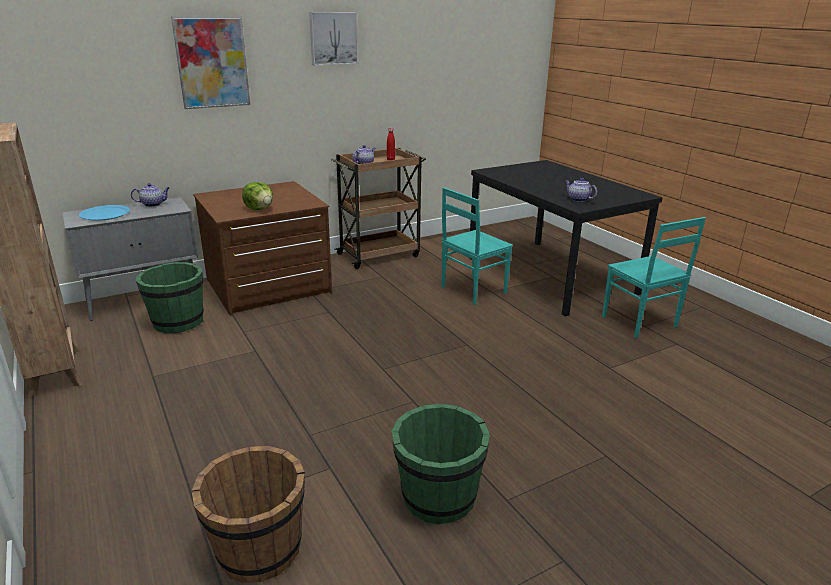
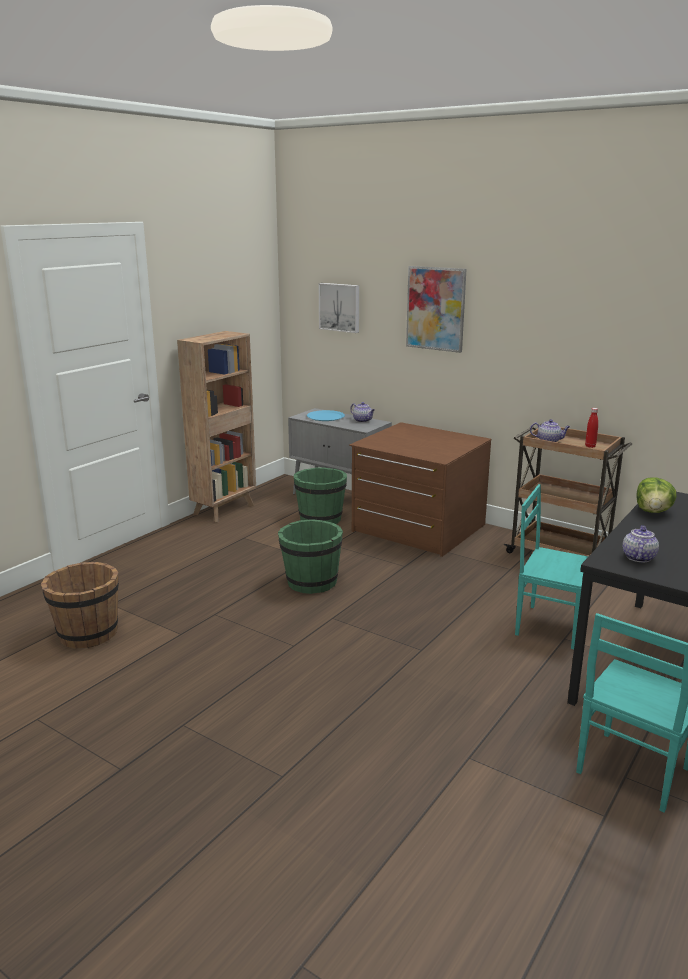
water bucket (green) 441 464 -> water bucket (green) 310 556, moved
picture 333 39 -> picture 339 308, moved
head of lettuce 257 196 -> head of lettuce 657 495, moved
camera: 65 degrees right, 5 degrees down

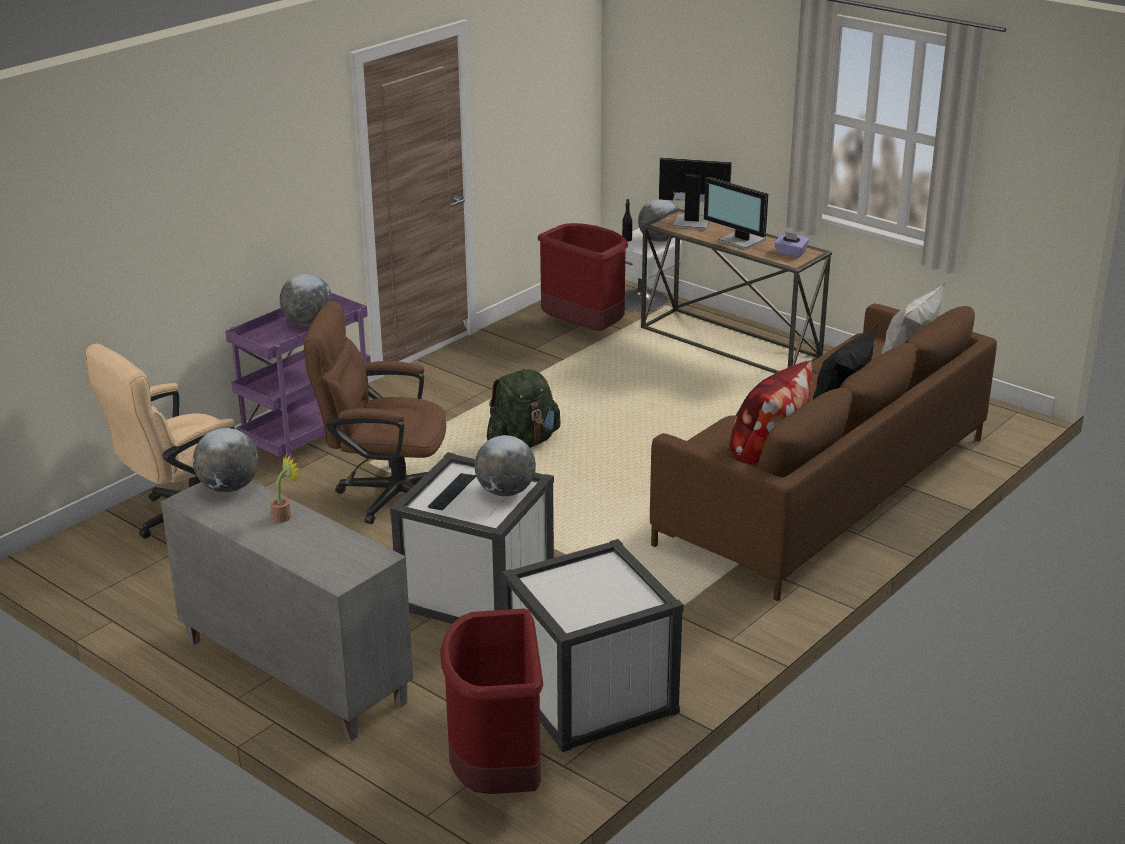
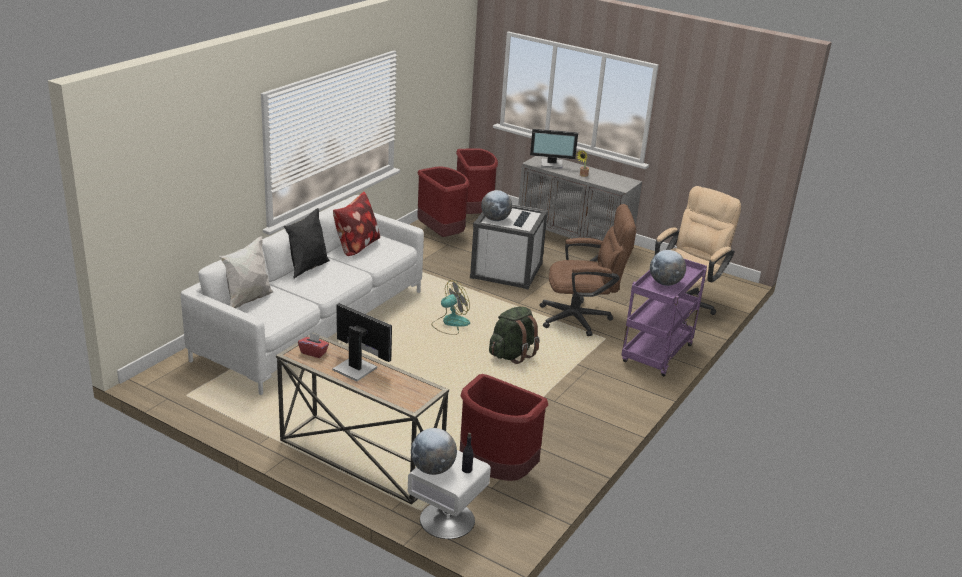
settee (brown) 823 452 -> settee (white) 302 295
tissue box (purplish) 791 245 -> tissue box (reddish) 313 345
storage box (white) 593 645 -> waste bin (reddish) 443 202
none -> cooling fan 451 307
computer screen 695 194 -> computer screen 554 149, moved
desk globe 226 460 -> none
camera: 170 degrees right, 0 degrees up

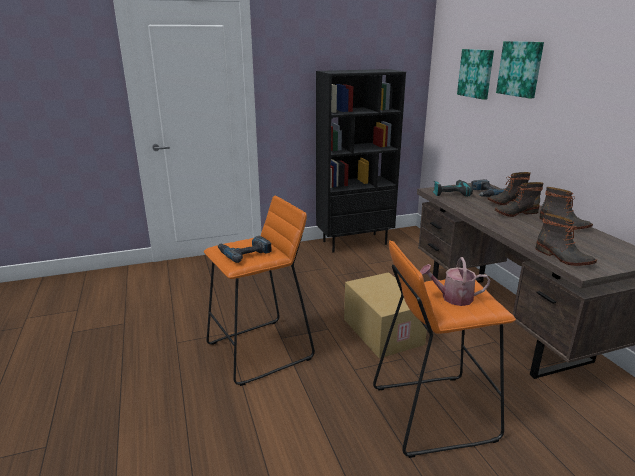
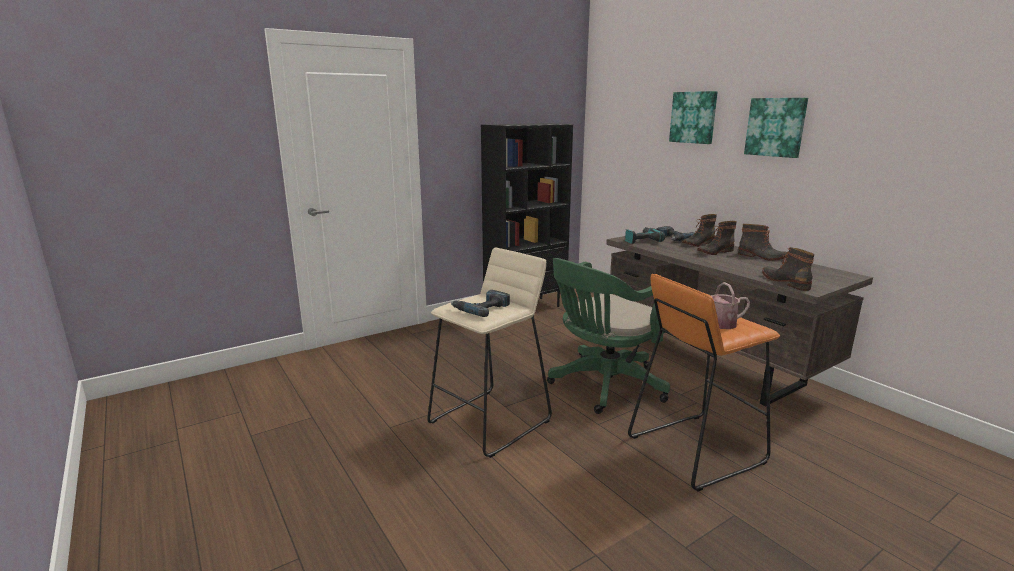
sitting stool (orange-coloured) 259 290 -> sitting stool (beige-coloured) 489 353
cardboard box 385 315 -> desk chair (green) 608 336
picture 475 74 -> picture 776 128, moved
high-top boot 566 239 -> high-top boot 788 269, 150 degrees counterclockwise
camera: 15 degrees left, 5 degrees down

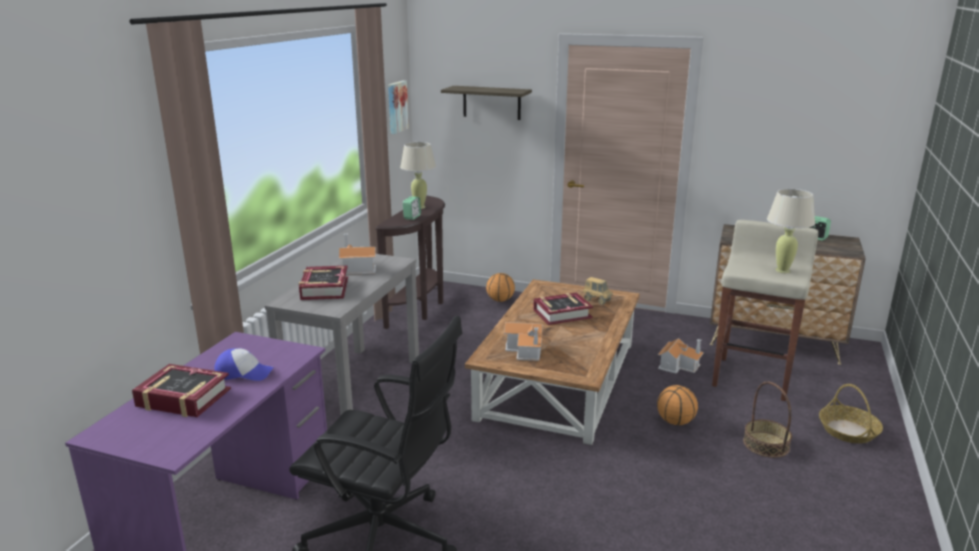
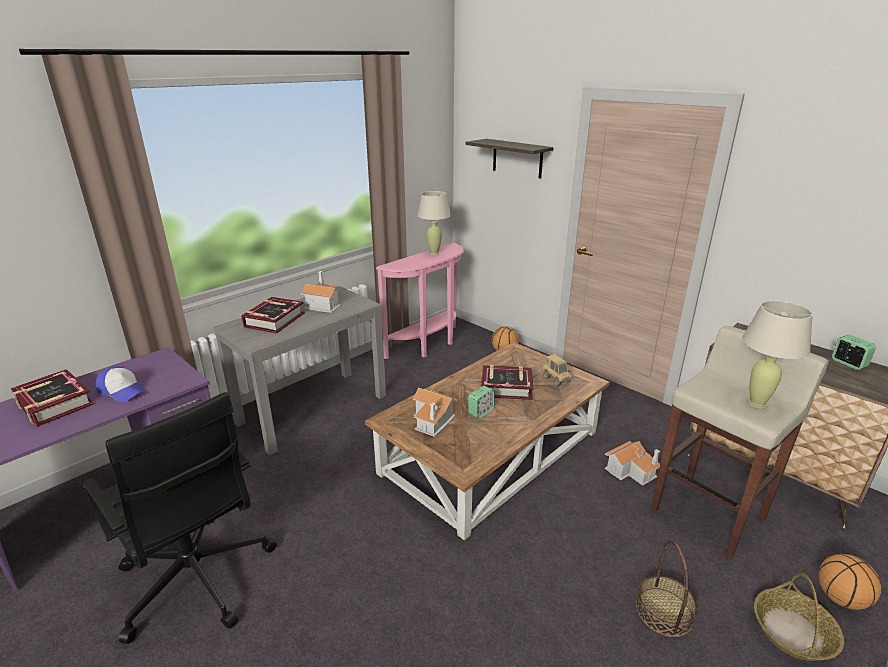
narrow table (brown) 410 262 -> narrow table (pink) 420 301
alarm clock 412 208 -> alarm clock 481 402, moved
basketball ball 677 405 -> basketball ball 849 582, moved
picture 398 107 -> none
camera: 25 degrees right, 5 degrees up

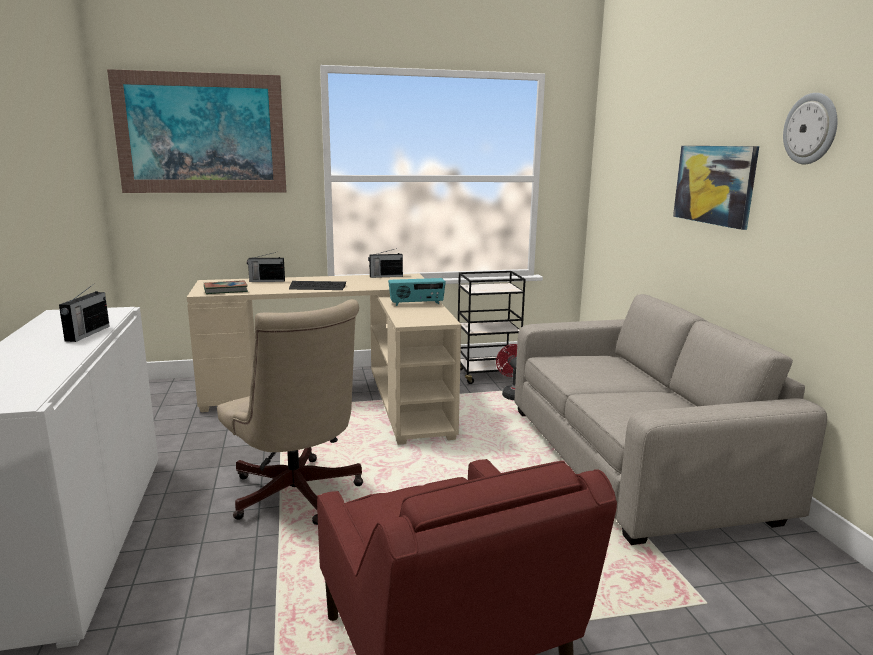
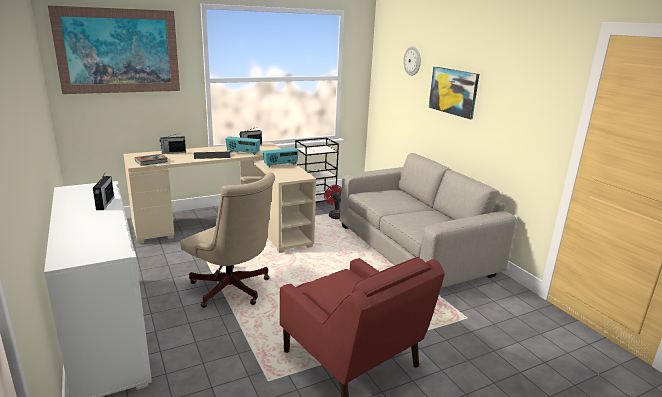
none -> radio set 242 145
hanging clock 810 128 -> hanging clock 412 61, moved
camera: 15 degrees left, 5 degrees up

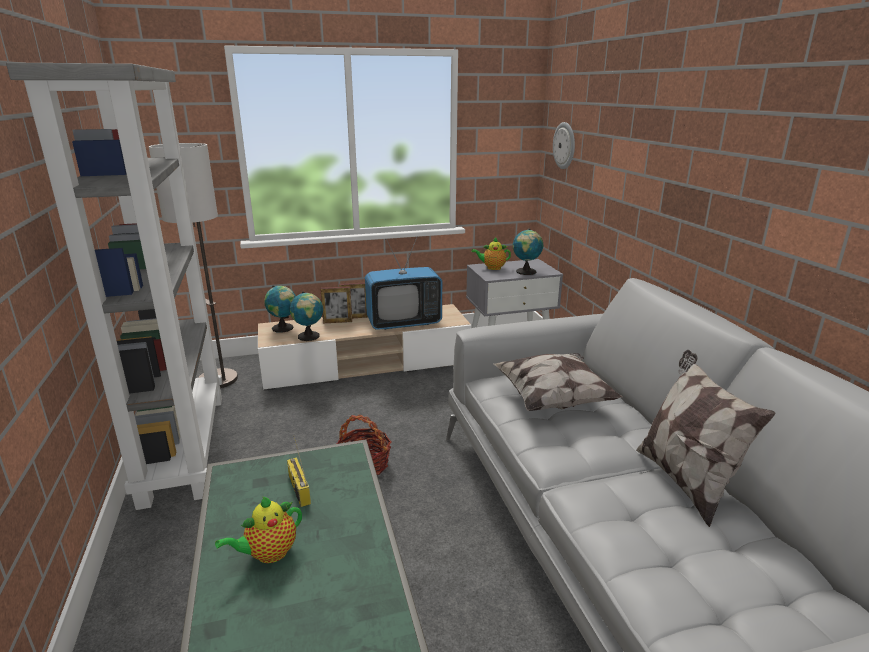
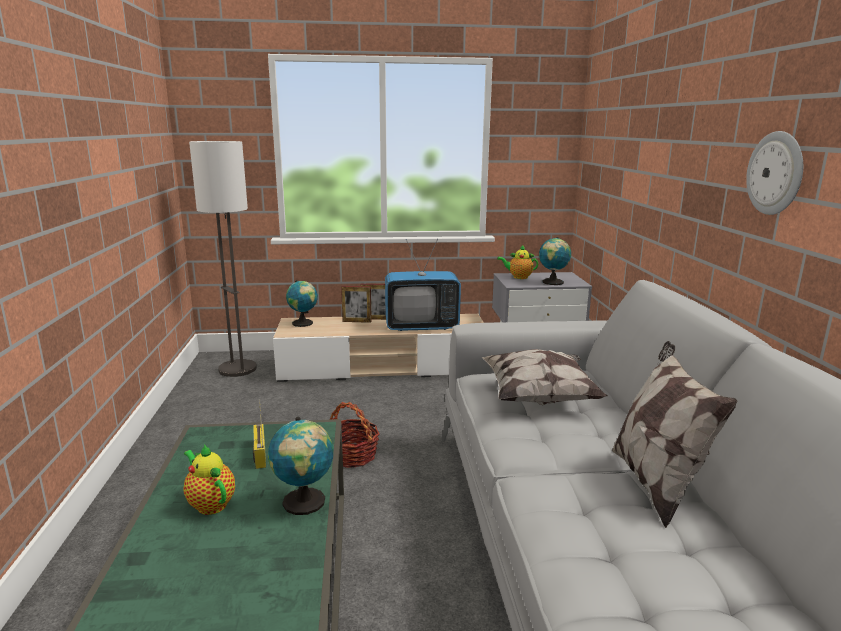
tea pot 258 530 -> tea pot 209 479, 75 degrees clockwise
desk globe 306 316 -> desk globe 300 466, moved
hanging clock 564 145 -> hanging clock 774 173, moved
bookcase (grey) 114 286 -> none
camera: 10 degrees right, 5 degrees down

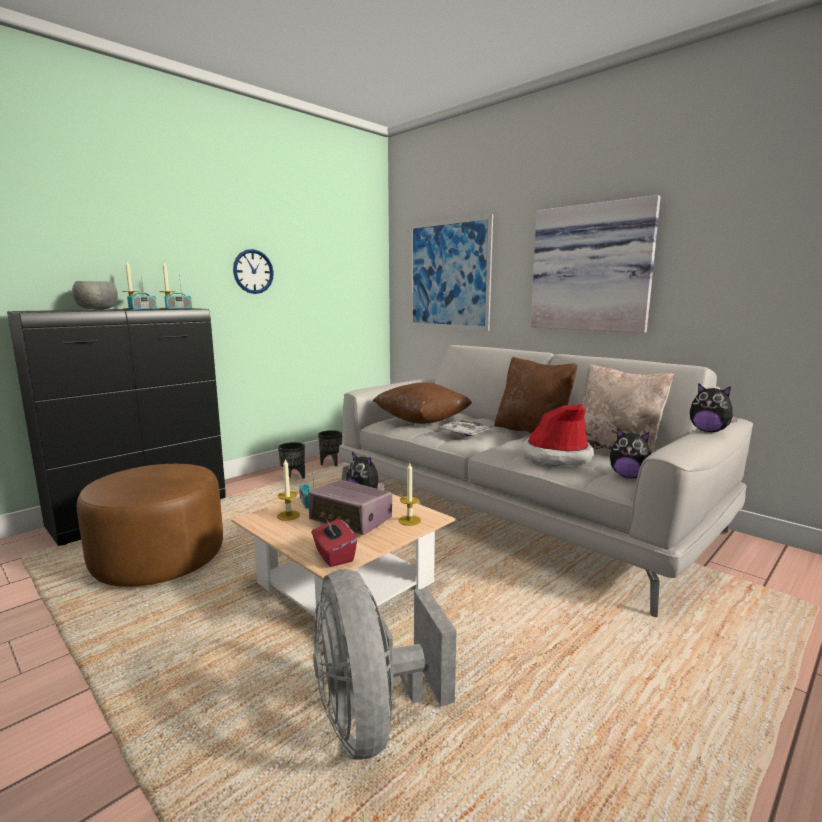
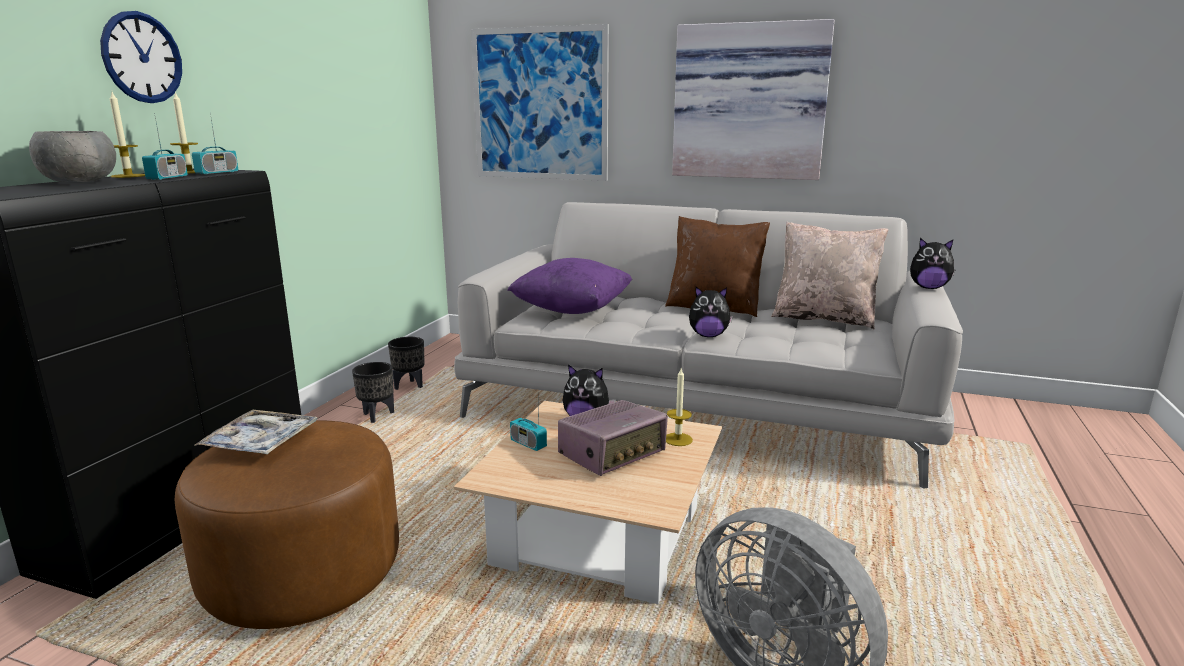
hanging clock 253 271 -> hanging clock 141 57, moved
tray 466 427 -> tray 255 431, moved
cushion (brown) 422 403 -> cushion (purplish) 569 286
radio set 350 507 -> radio set 613 438, 45 degrees counterclockwise
cuddly toy 630 453 -> cuddly toy 711 312, moved
wax light 288 490 -> none
tissue box (reddish) 334 542 -> none
wearable hat 558 434 -> none
camera: 25 degrees left, 5 degrees up

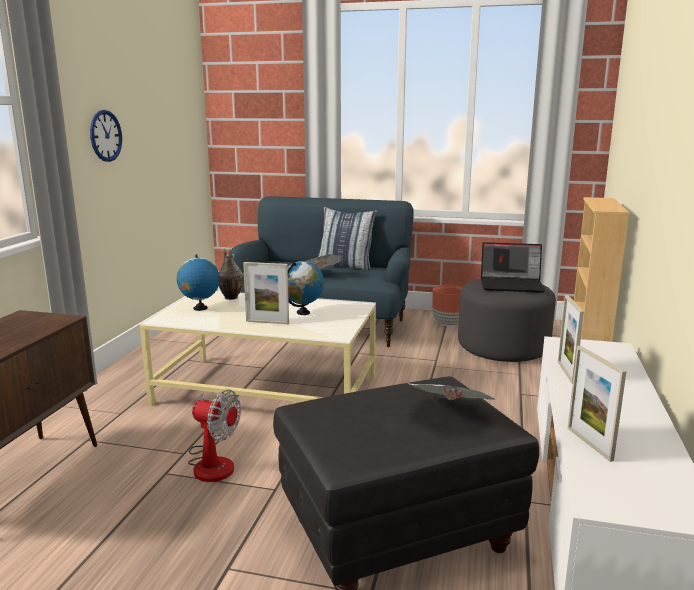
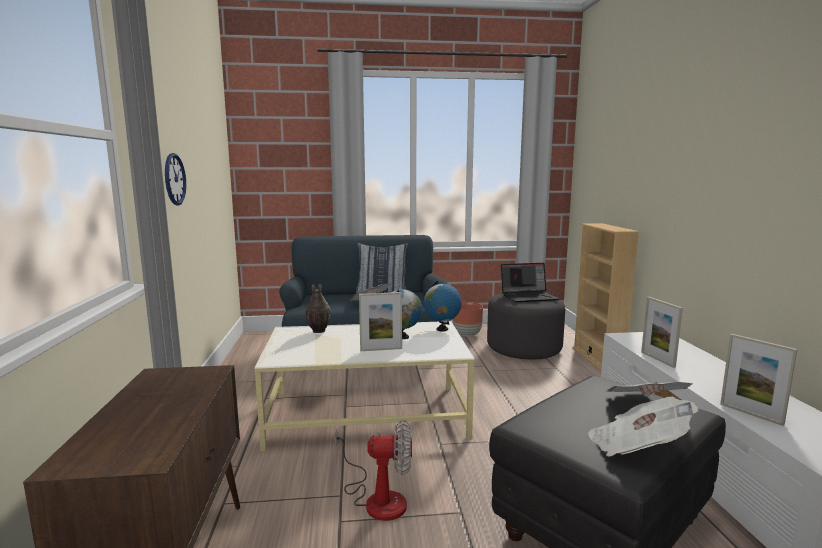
desk globe 198 282 -> desk globe 443 306, moved
none -> printed paper 643 427
camera: 20 degrees left, 5 degrees down

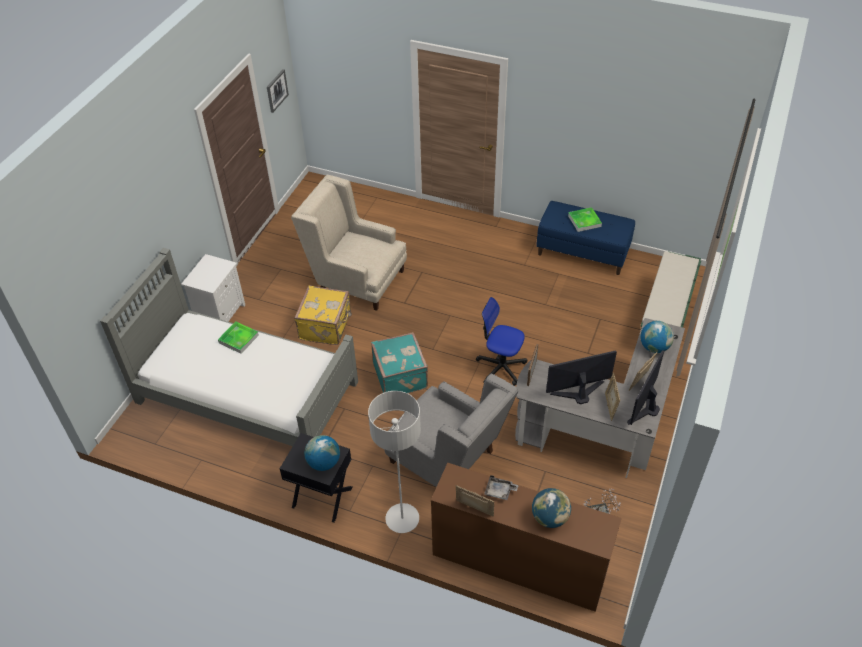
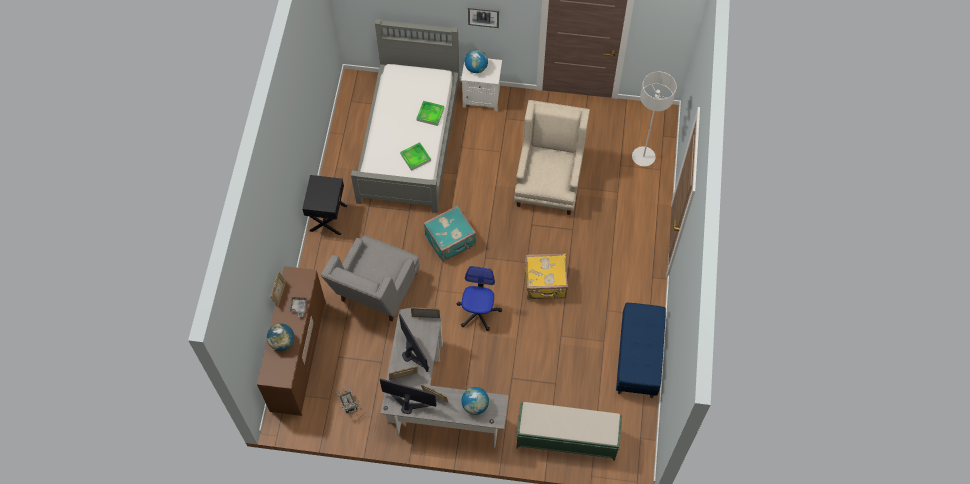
tray 585 219 -> tray 415 156, moved
desk globe 322 453 -> desk globe 476 61, moved
picture 278 91 -> picture 483 17, moved
piece of luggage (yellowish) 323 315 -> piece of luggage (yellowish) 546 276, moved
standing lamp (grey) 394 462 -> standing lamp (grey) 654 119, moved
camera: 75 degrees right, 15 degrees up

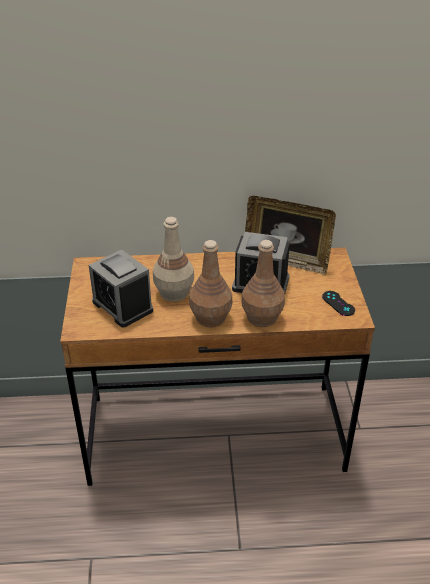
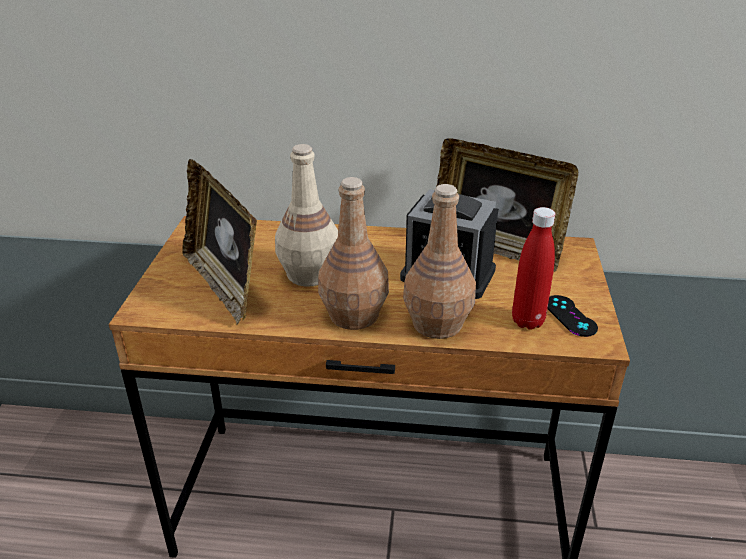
alarm clock 121 288 -> standing frame 219 242
none -> beverage bottle (reddish) 534 268
camera: 10 degrees right, 5 degrees down

